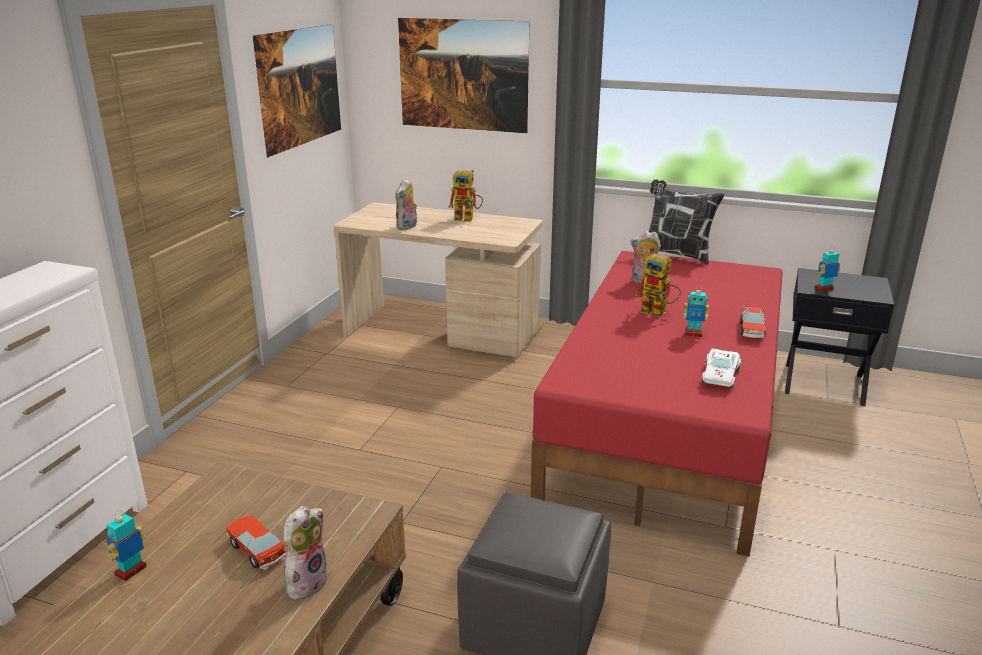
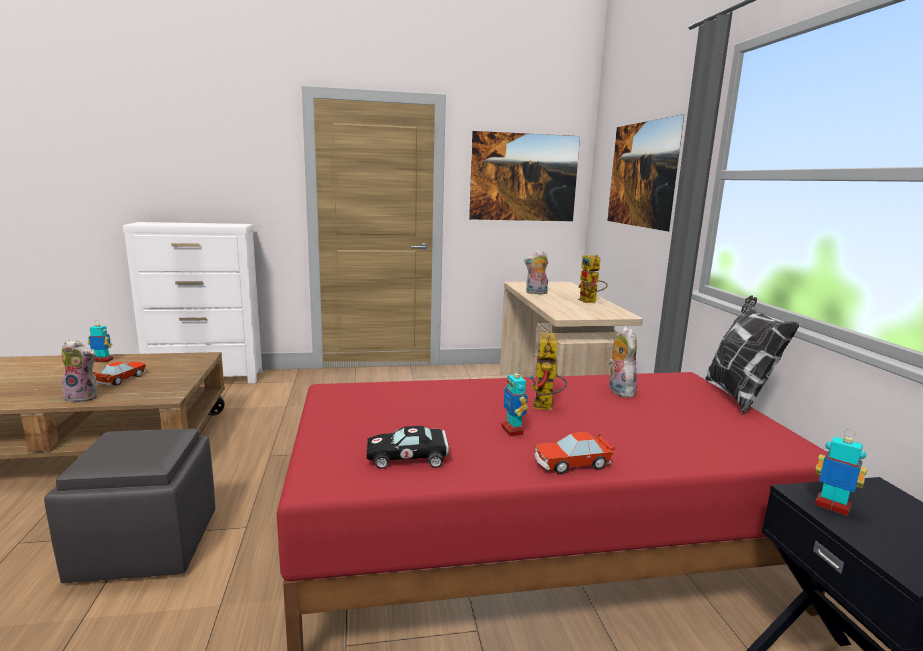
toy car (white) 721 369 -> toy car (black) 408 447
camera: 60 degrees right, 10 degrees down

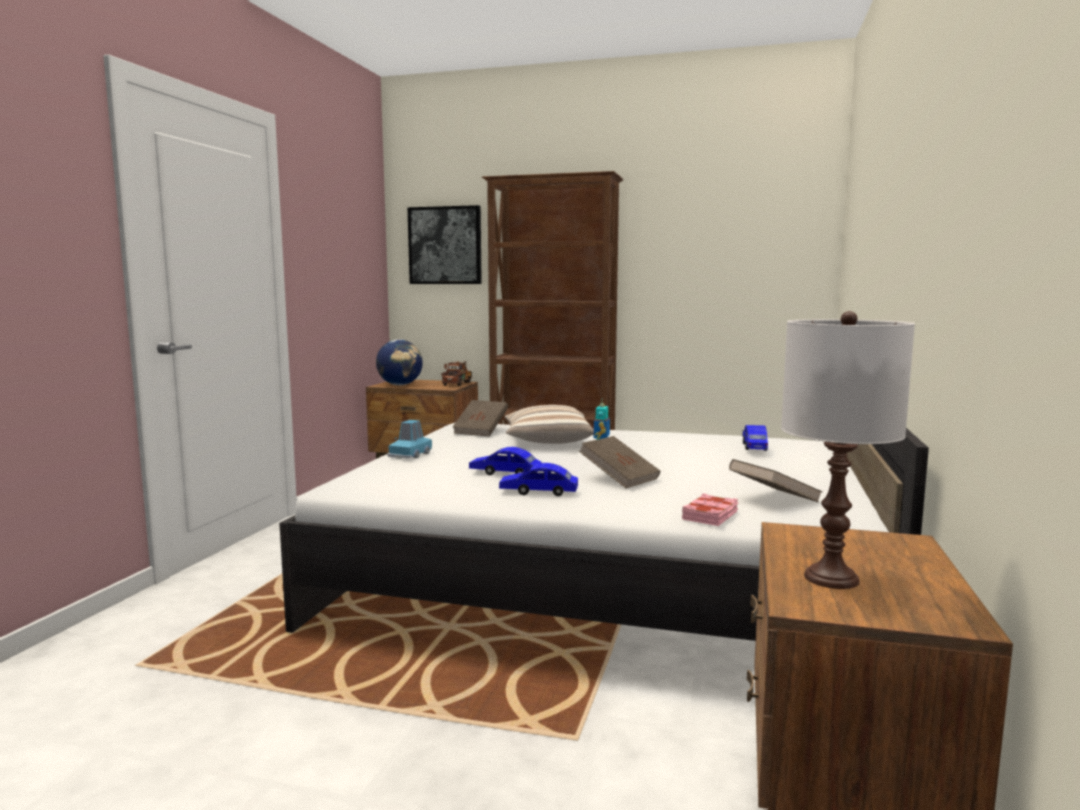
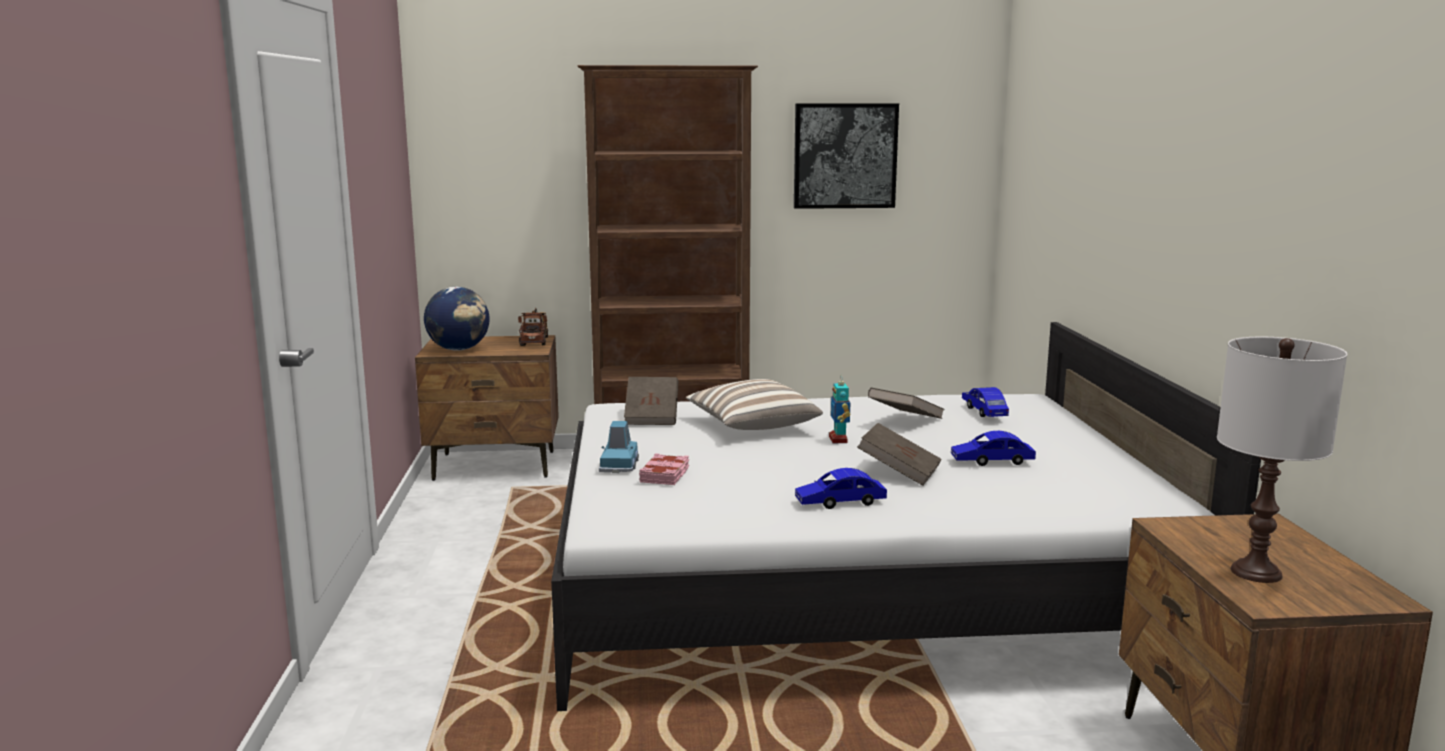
bound book (pink) 710 509 -> bound book (pink) 664 469, moved
picture 444 244 -> picture 846 156, moved
bound book (brown) 776 480 -> bound book (brown) 906 403, moved
toy car (blue) 505 461 -> toy car (blue) 993 448, moved
camera: 20 degrees left, 5 degrees up

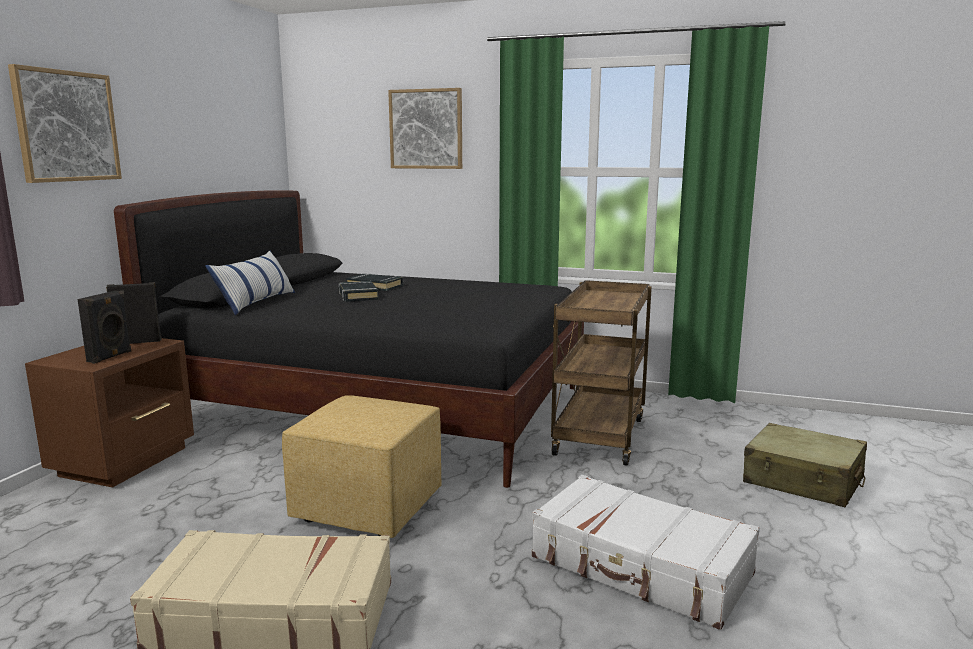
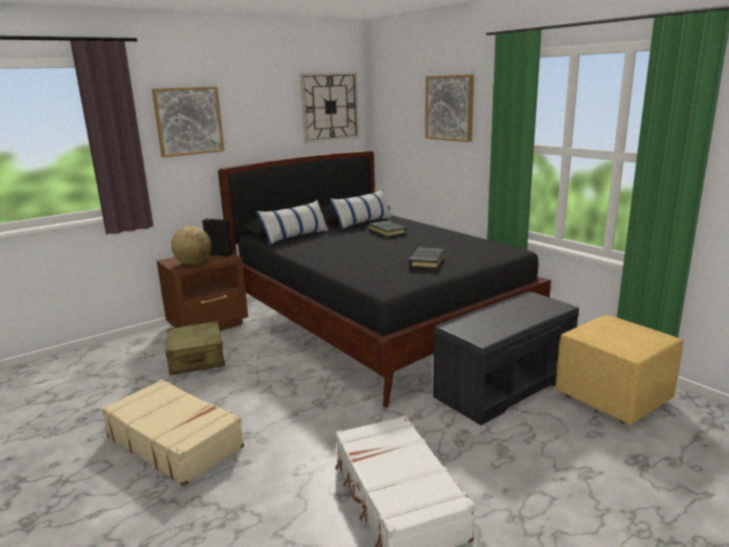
piece of luggage (beige-coloured) 805 465 -> piece of luggage (beige-coloured) 195 348, moved
audio speaker (black) 104 327 -> desk globe 191 245
none -> hanging clock 329 107
none -> cushion 361 209
bound book (black) 359 291 -> bound book (black) 427 258, moved
trolley (brown) 601 373 -> indoor bench (grey) 506 358
ottoman (yellowish) 362 466 -> ottoman (yellowish) 619 370, moved
camera: 35 degrees right, 5 degrees up

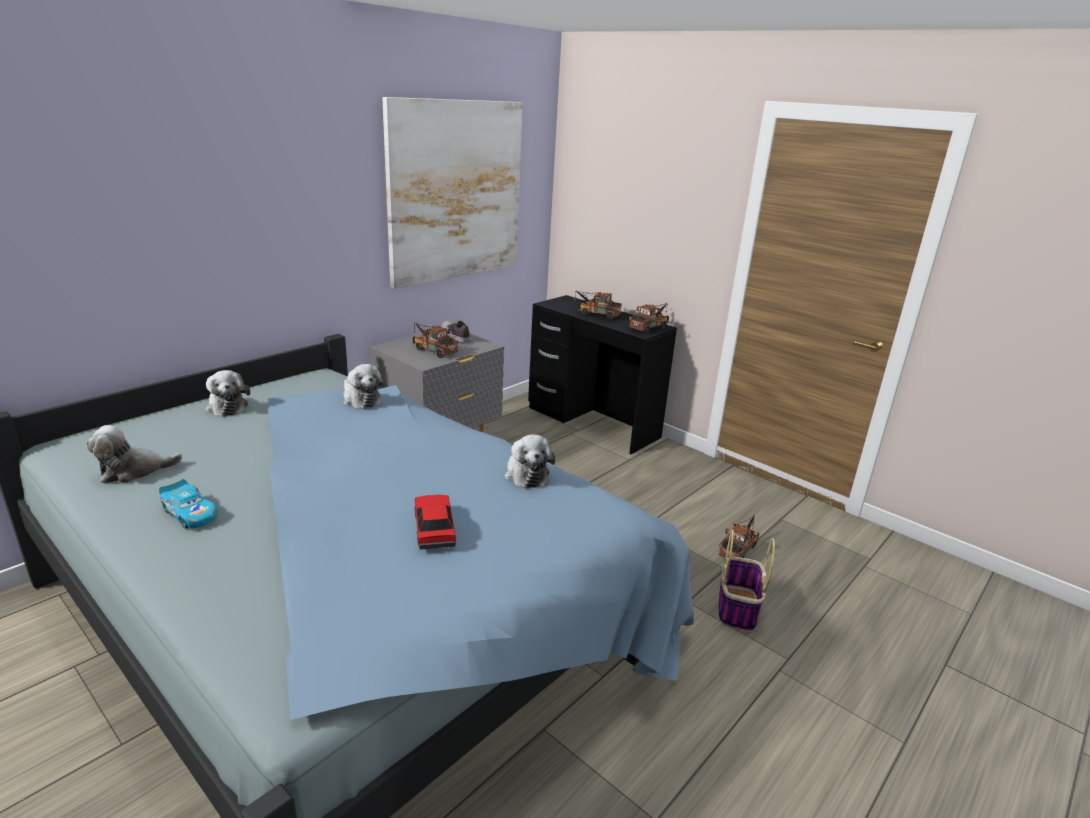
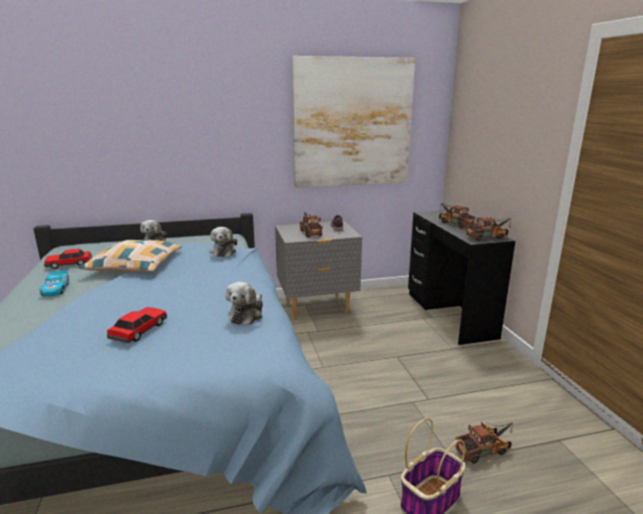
cuddly toy 134 454 -> toy car 68 259
none -> cushion 130 256
camera: 35 degrees right, 5 degrees down

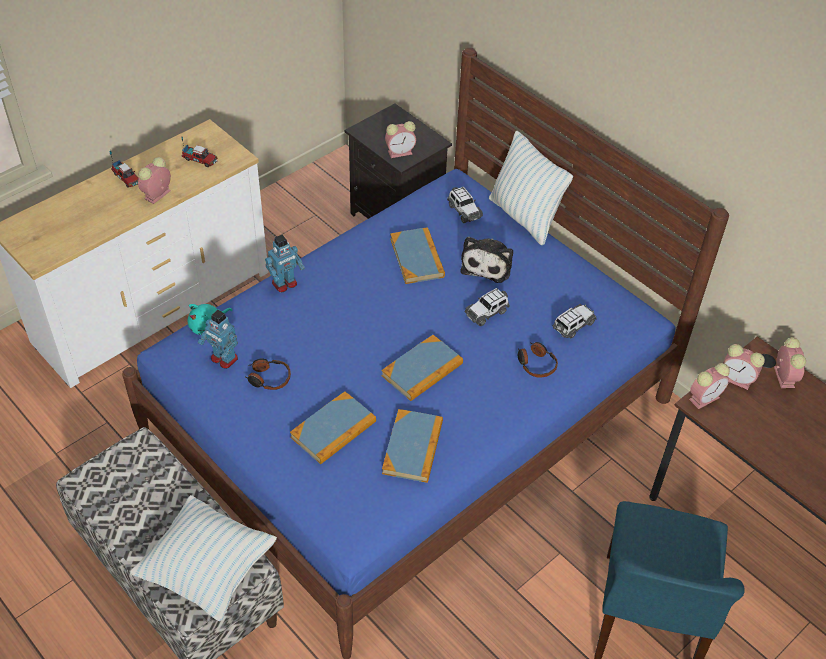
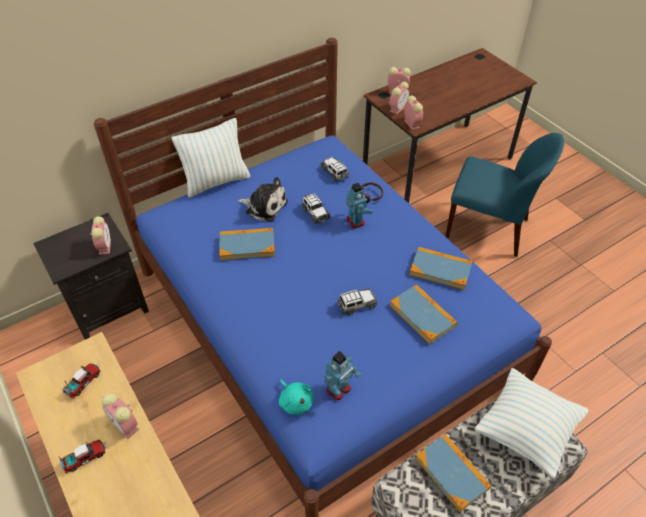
toy car 465 205 -> toy car 357 301, moved
robot figure 285 263 -> robot figure 359 206, moved
bound book 422 368 -> bound book 453 473, moved
headset 267 374 -> none
camera: 80 degrees left, 0 degrees up

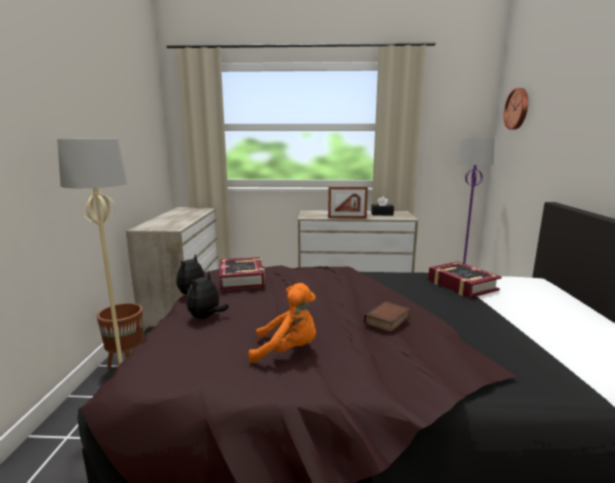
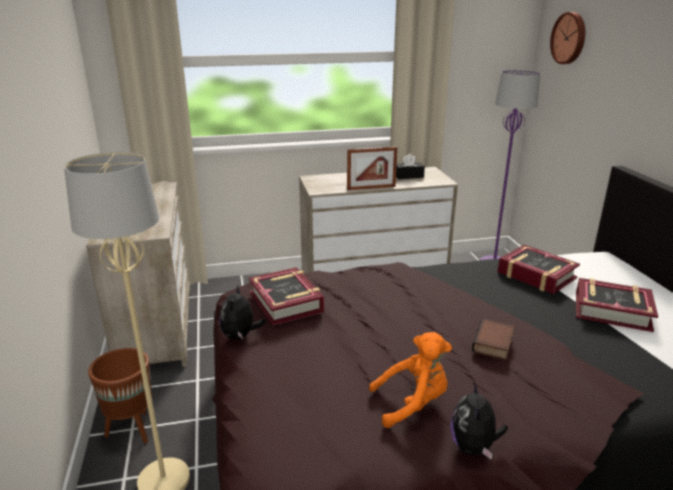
cuddly toy 207 295 -> cuddly toy 479 420, moved
none -> bound book 617 305
camera: 15 degrees left, 10 degrees up

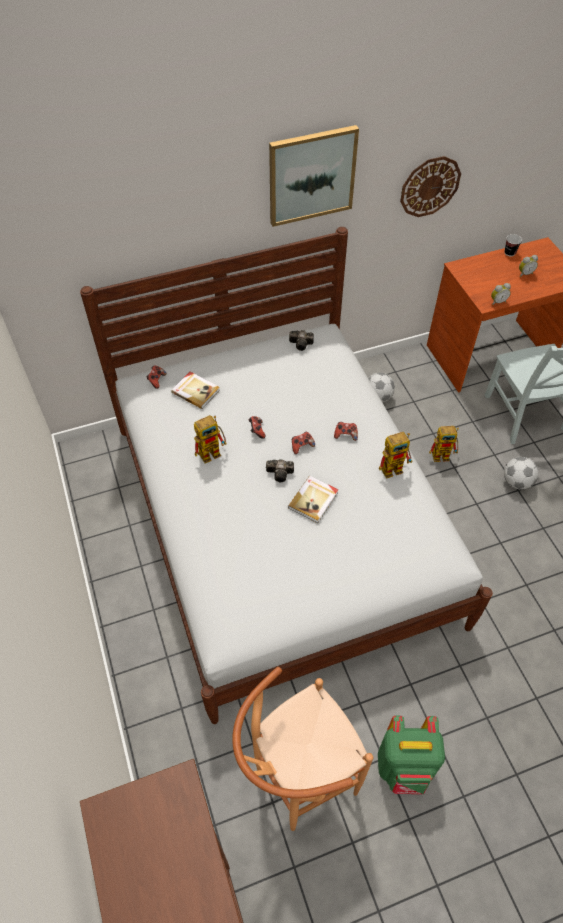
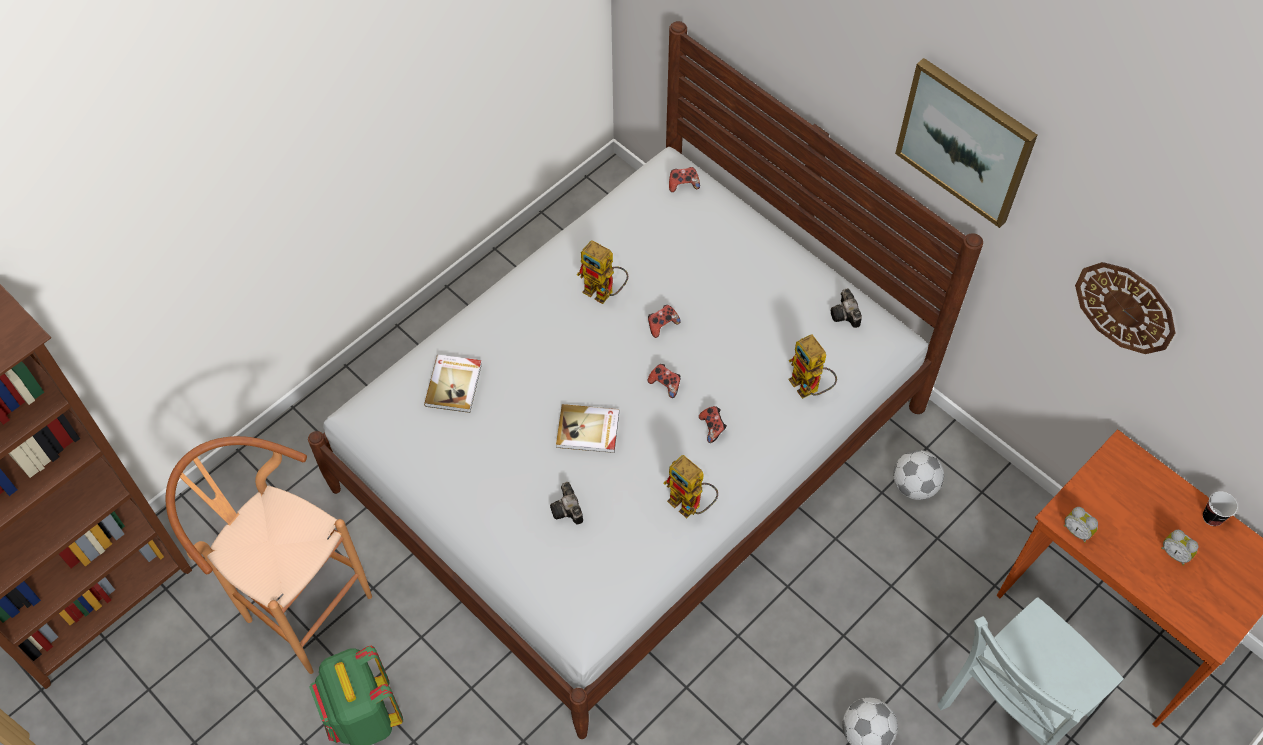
bound book 195 390 -> bound book 453 384, moved
photo camera 280 470 -> photo camera 566 503, moved
robot figure 444 444 -> robot figure 812 366, moved
camera: 65 degrees right, 5 degrees up

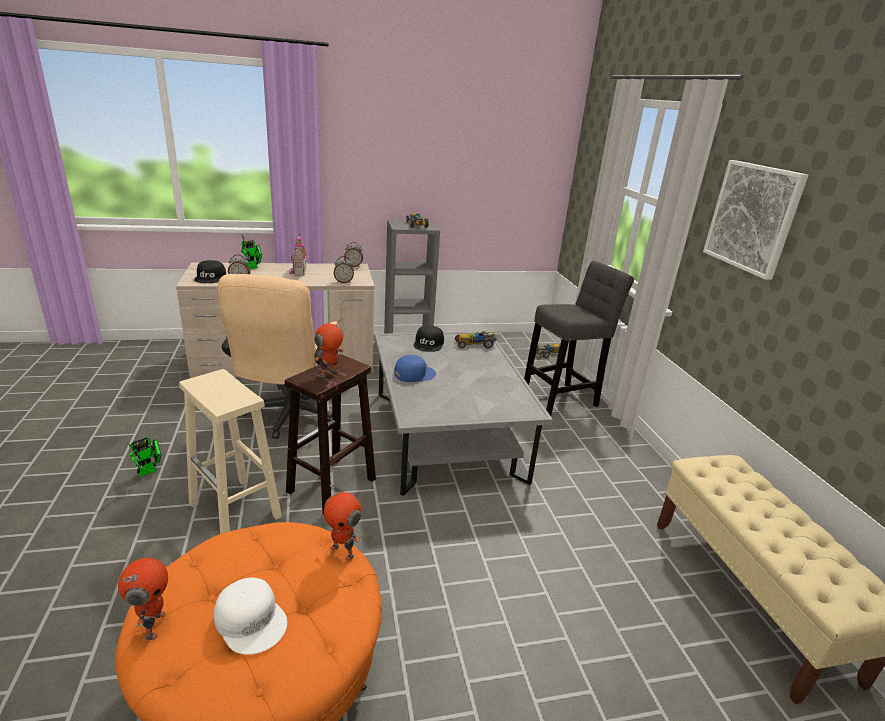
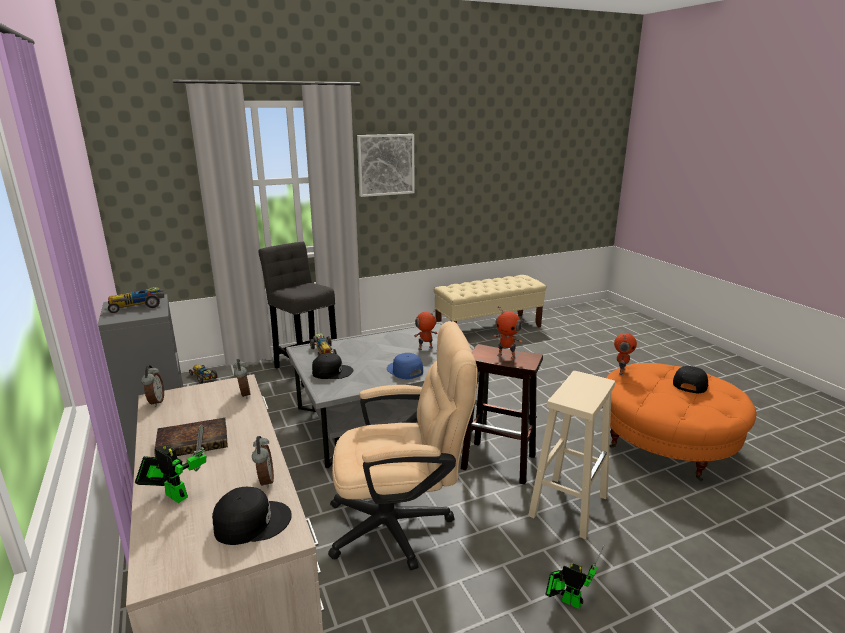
model house 297 254 -> bound book 191 437
robot figure 143 599 -> robot figure 426 329, moved
cap (white) 250 616 -> cap (black) 690 379
camera: 100 degrees left, 5 degrees down

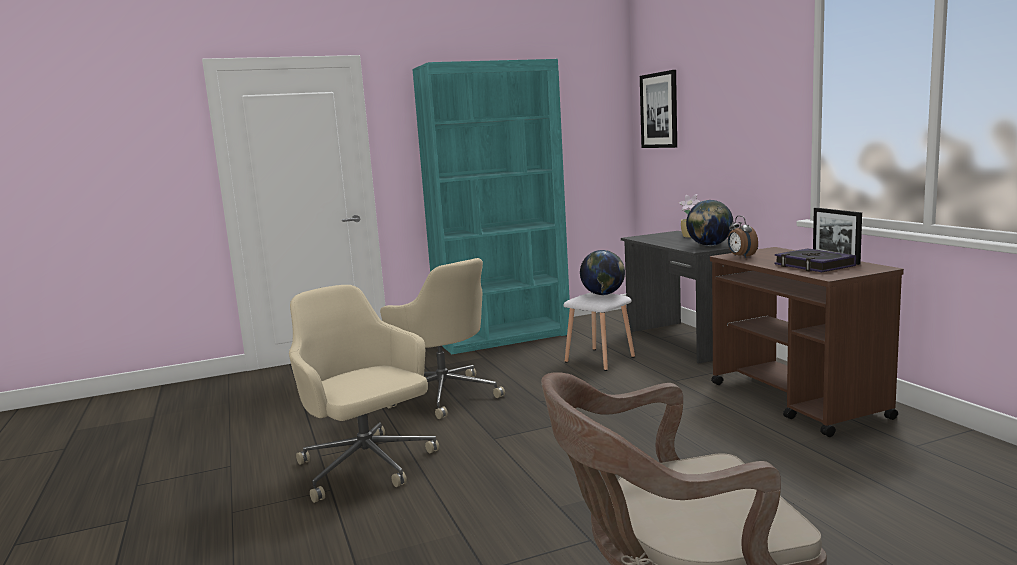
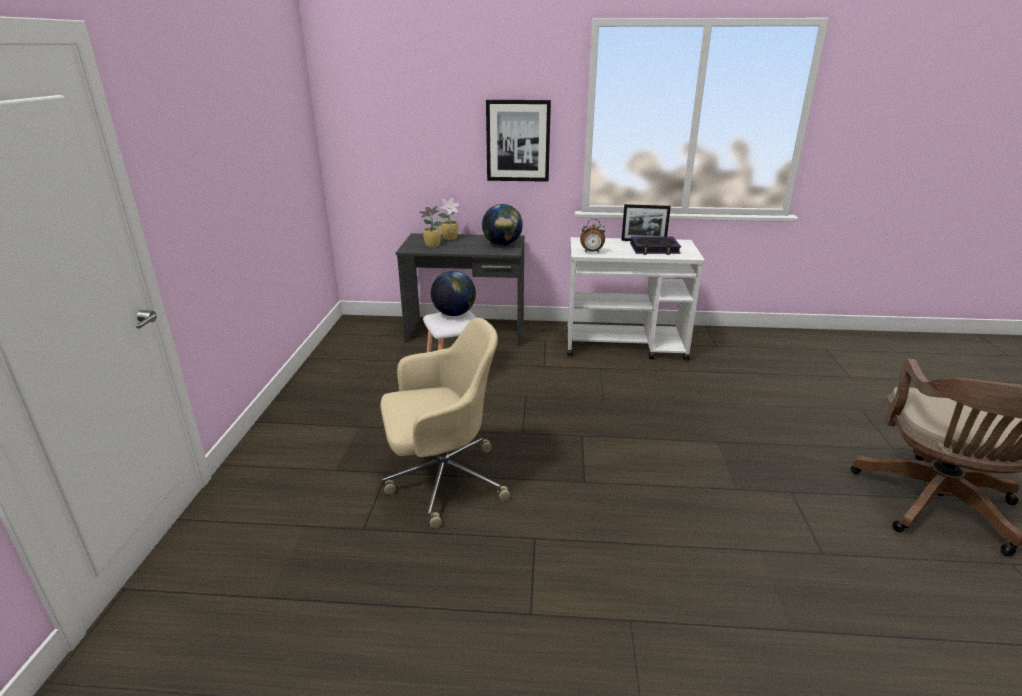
none -> houseplant 431 226
picture 658 109 -> picture 518 141, moved
trolley (brown) 807 342 -> trolley (white) 636 299
desk chair (beige-coloured) 364 394 -> none
bookcase (turquoise) 491 206 -> none
camera: 65 degrees left, 15 degrees up

